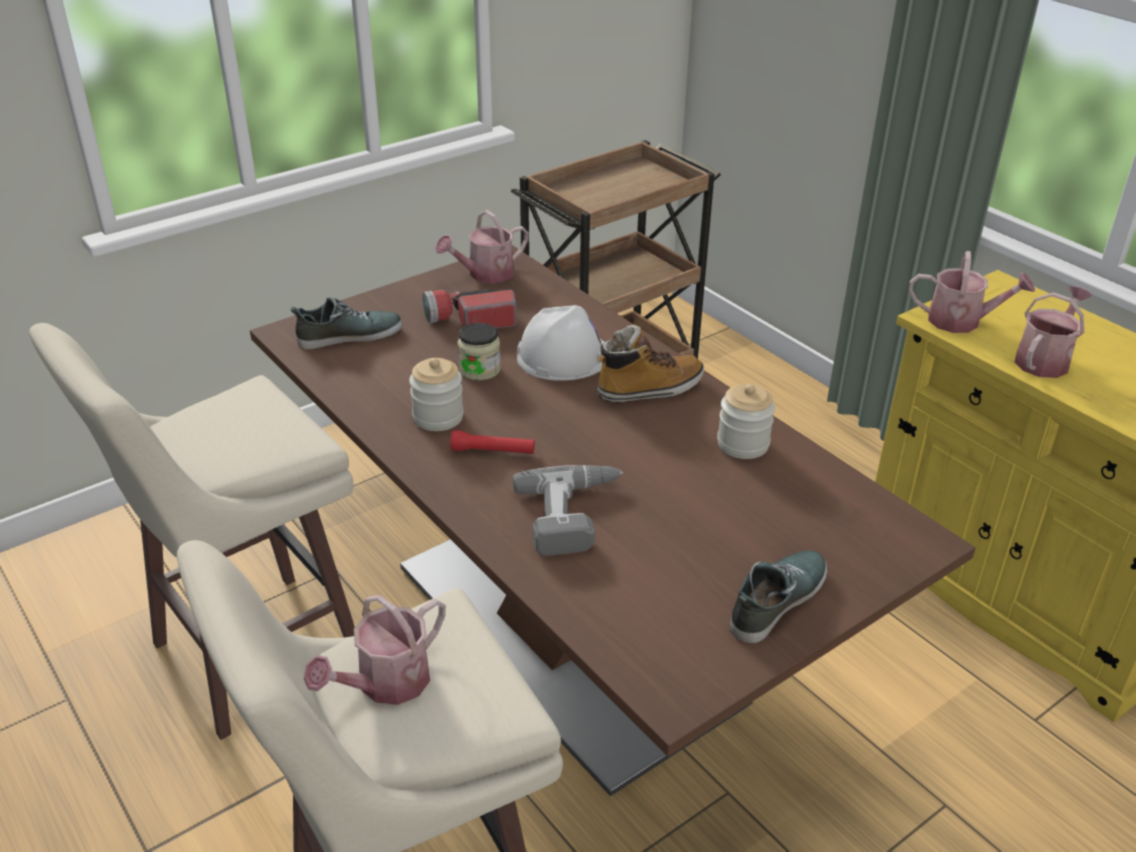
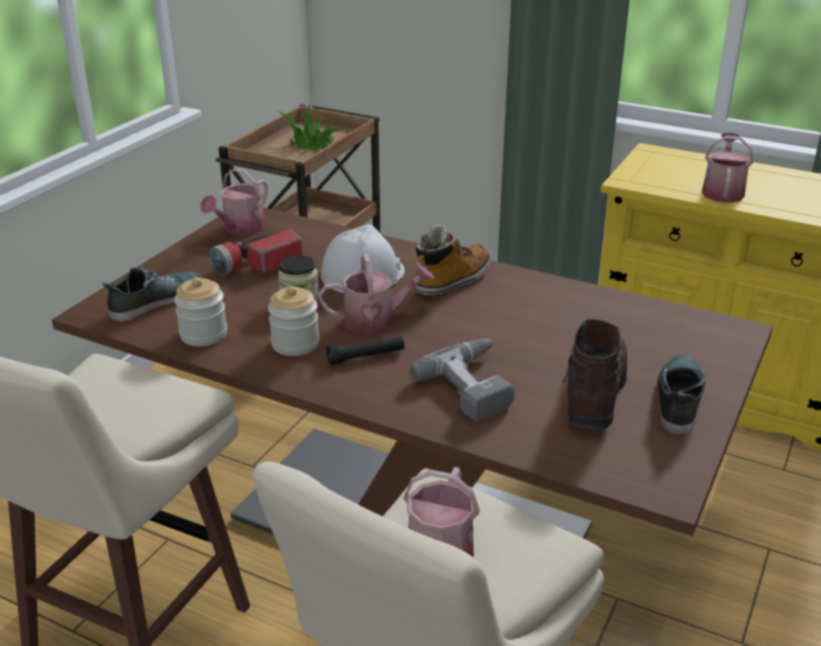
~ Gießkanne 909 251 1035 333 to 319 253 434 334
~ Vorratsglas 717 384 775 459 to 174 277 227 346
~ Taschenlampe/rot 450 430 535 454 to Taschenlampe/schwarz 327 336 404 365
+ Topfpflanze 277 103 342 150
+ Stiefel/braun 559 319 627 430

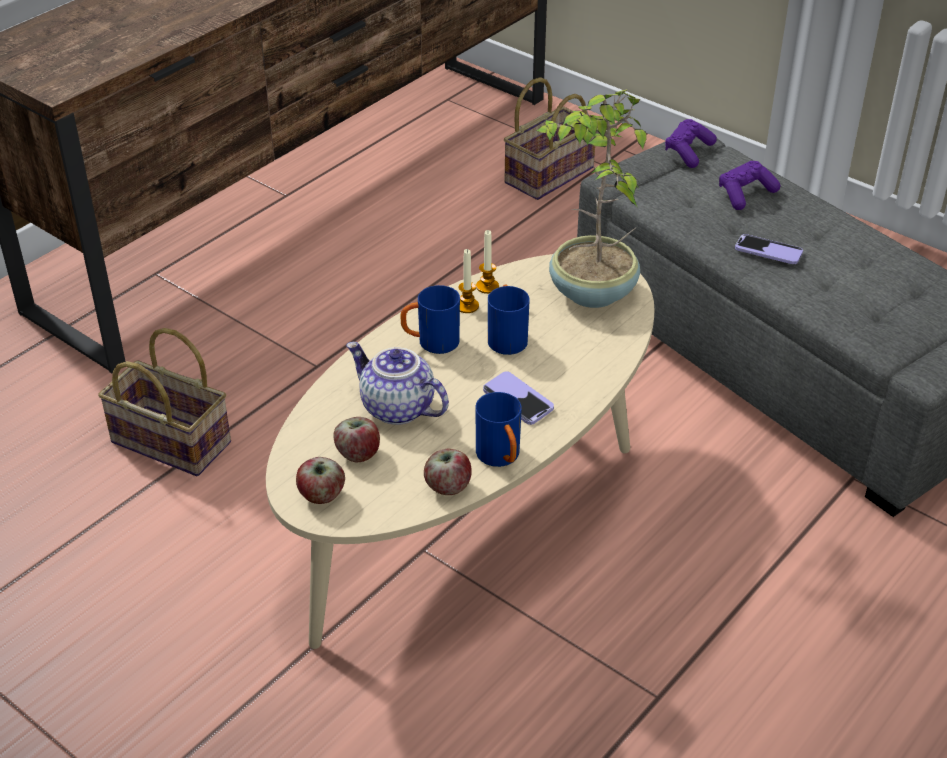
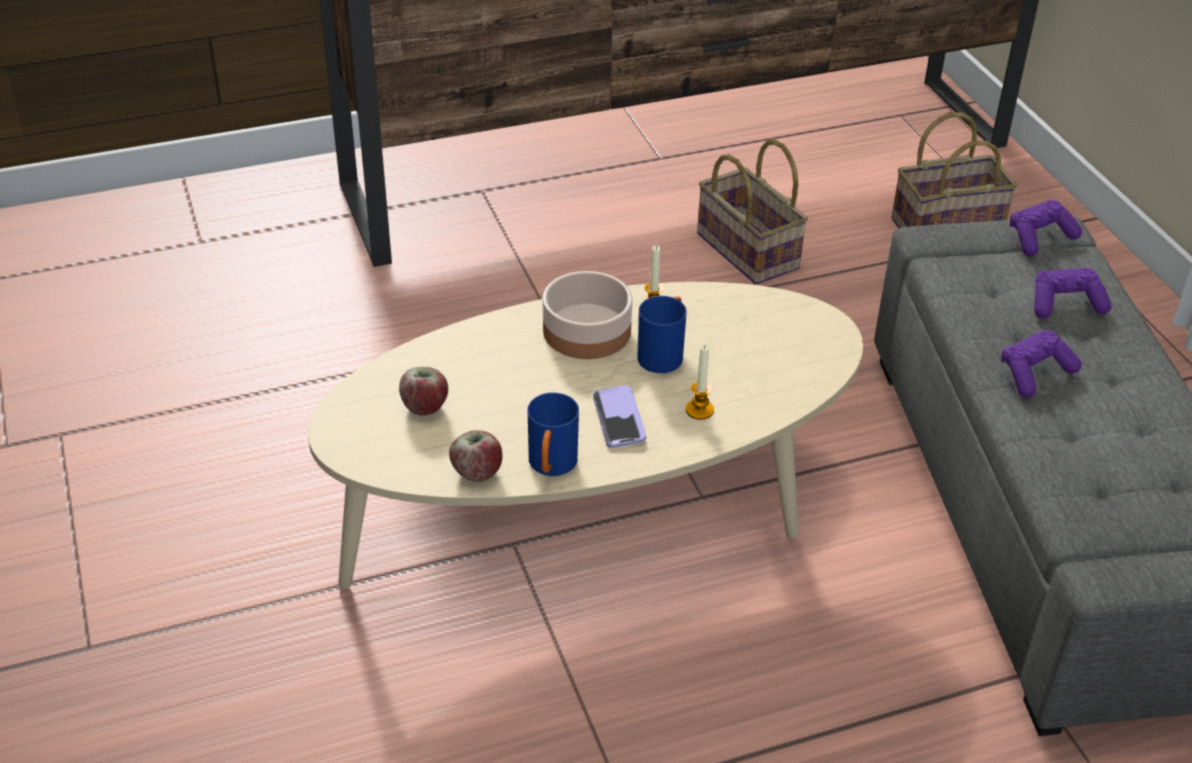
- Topfpflanze 536 89 647 308
~ Kerze 476 230 499 294 to 686 344 714 420
~ Handy 735 234 803 264 to Gamepad/lila 1001 330 1081 398
~ Henkelbecher/blau 401 285 460 354 to Schüssel 543 271 633 359
~ Korb 98 328 231 476 to 697 139 808 285
- Teekanne 346 342 449 425
- Apfel 296 457 345 504

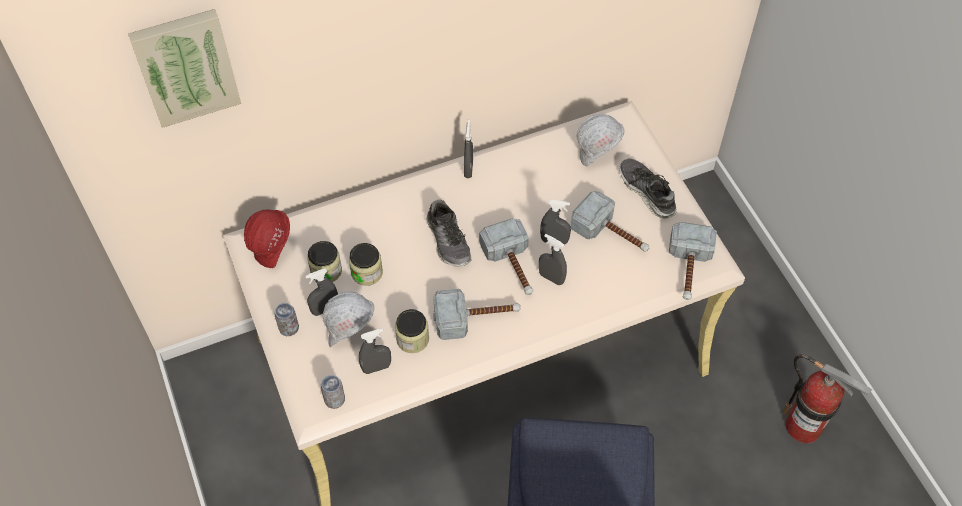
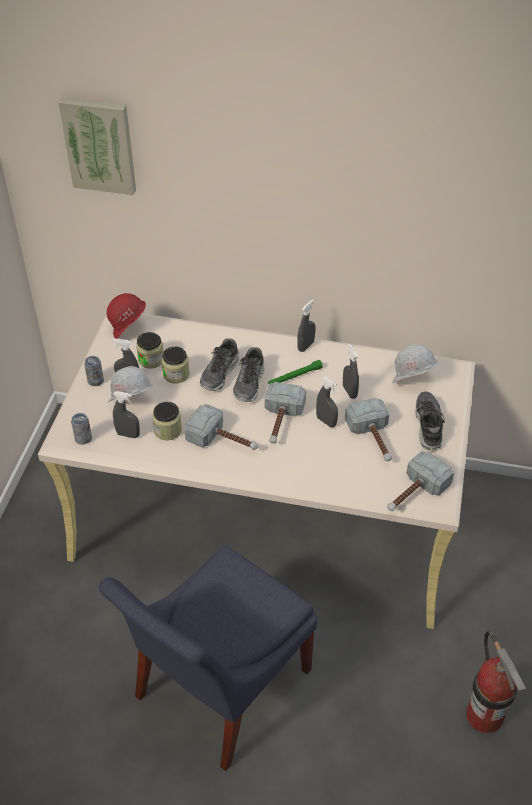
~ Sprühflasche/grau 539 234 567 285 to 343 343 359 399
+ Schuh 200 338 239 391
+ Taschenlampe/grün 268 360 323 384

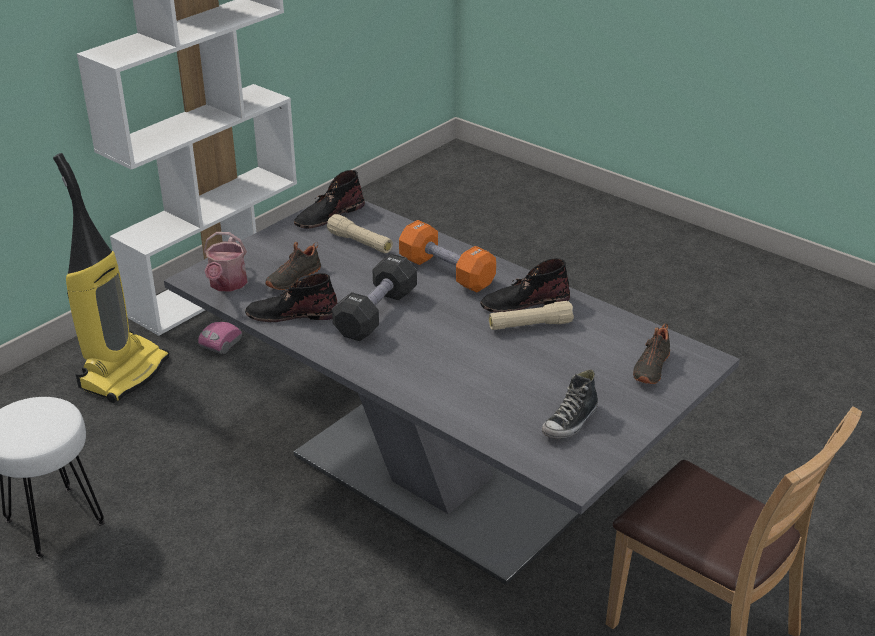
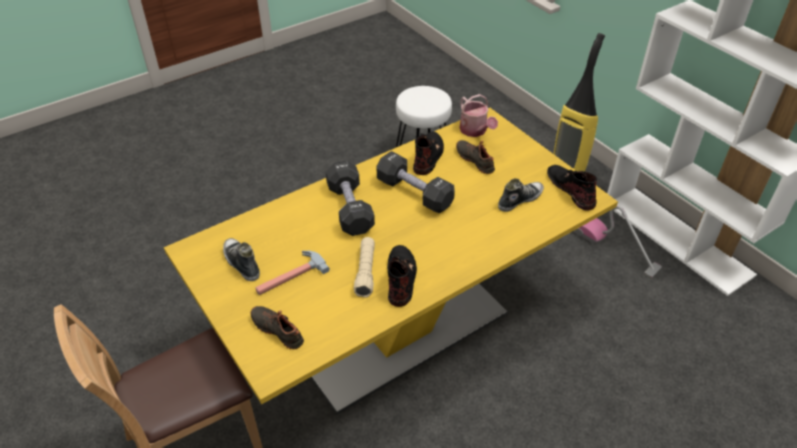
~ Esstisch/grau 164 200 740 585 to Esstisch/gelb 164 108 618 414
~ Taschenlampe/beige 327 214 393 253 to Schuh 498 178 544 212
- Hantel/orange 399 220 496 293
~ Gießkanne 203 232 248 292 = 460 94 498 137 135 degrees counterclockwise
+ Hantel/schwarz 326 161 375 236
+ Hammer 256 251 330 295

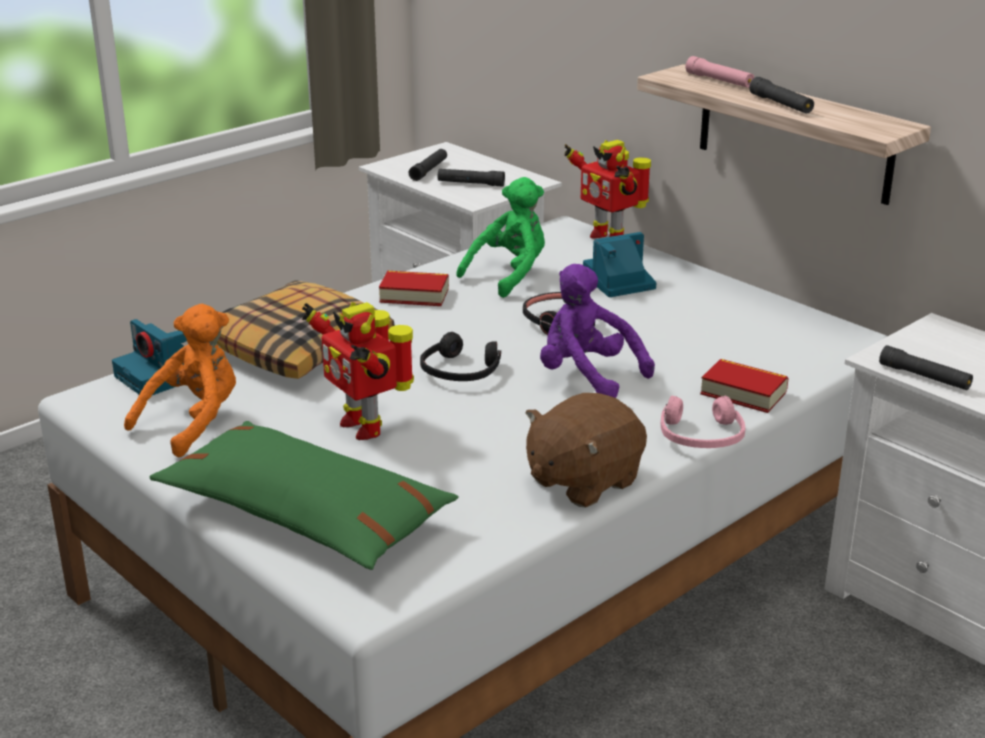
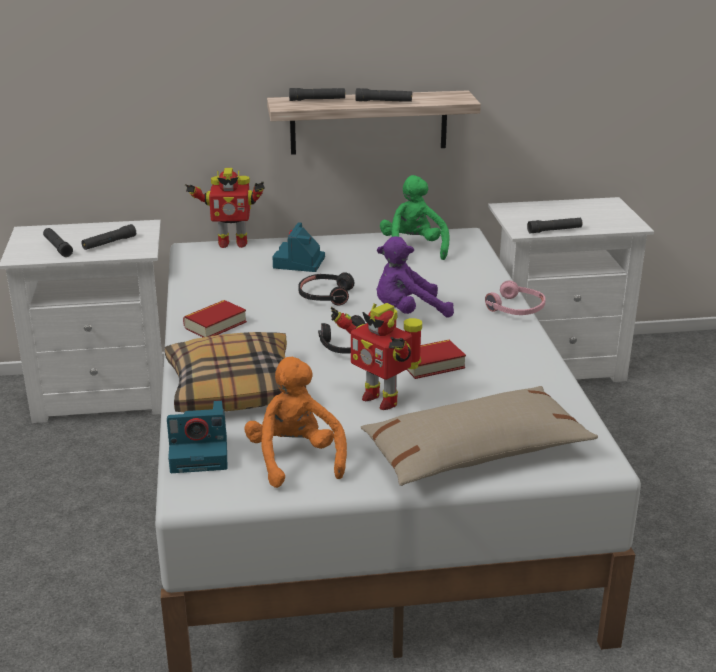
~ Taschenlampe/rosa 686 56 754 88 to Taschenlampe/schwarz 289 88 345 101
~ Plüschtier/grün 456 177 545 298 to 380 175 450 260
~ Spielzeugroboter 302 302 414 440 = 331 303 422 410 45 degrees clockwise
~ Buch 700 359 788 413 to 406 340 466 379
- Plüschtier/braun 526 393 647 507
~ Kissen/grün 150 421 459 570 to Kissen/beige 361 386 598 486

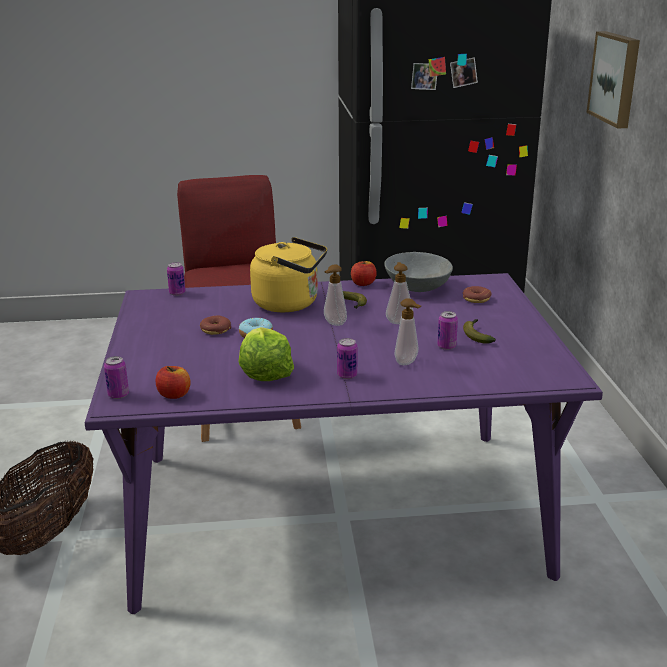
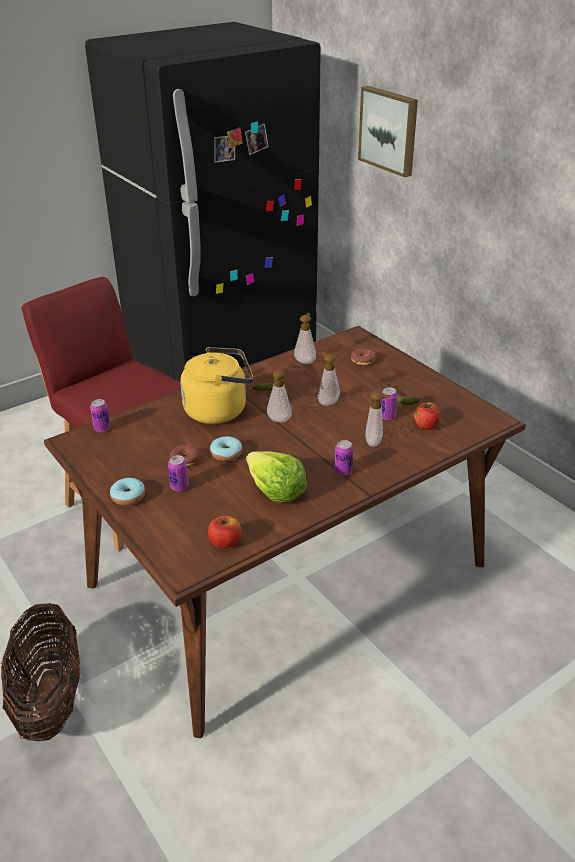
~ Schüssel/grau 384 252 453 292 to Seifenspender 294 313 316 364
~ Apfel 351 261 377 286 to 414 402 440 430
~ Esstisch/lila 85 273 603 614 to Esstisch/braun 44 326 526 738
~ Dose 104 356 129 399 to 168 455 189 491
+ Donut 110 478 145 506

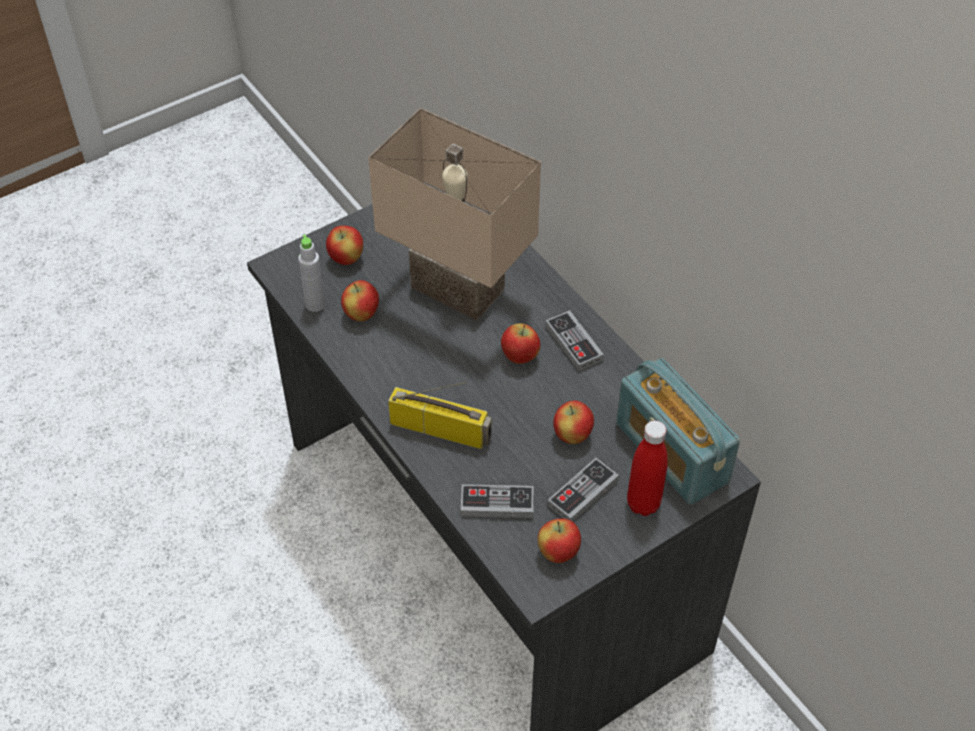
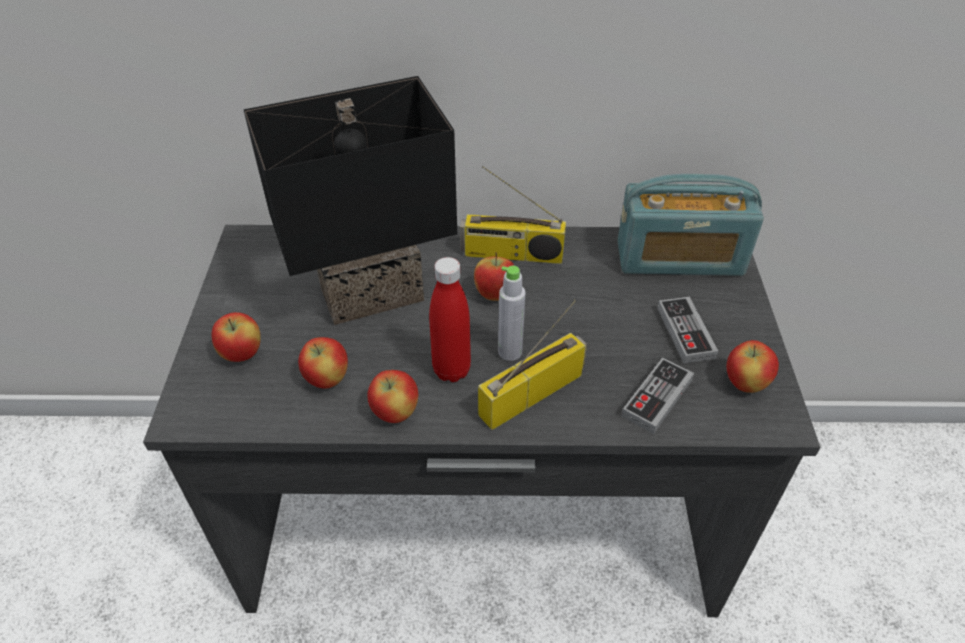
~ Tischlampe/beige 368 108 541 321 to Tischlampe/schwarz 244 76 457 325
~ Flasche/grau 298 234 325 312 to 498 266 526 361
~ Gamepad 545 310 604 371 to Radio 460 166 566 264
~ Apfel 553 400 594 444 to 367 370 418 423
~ Flasche/rot 627 421 668 516 to 429 257 471 382

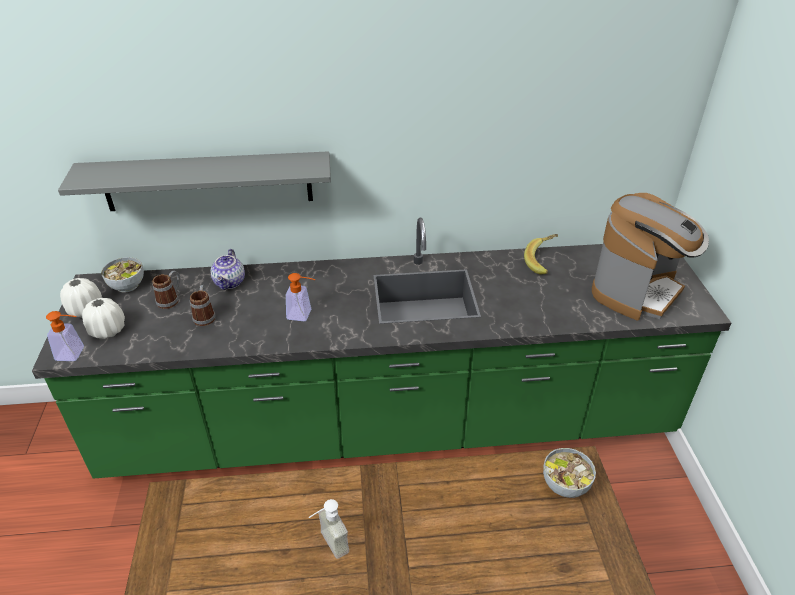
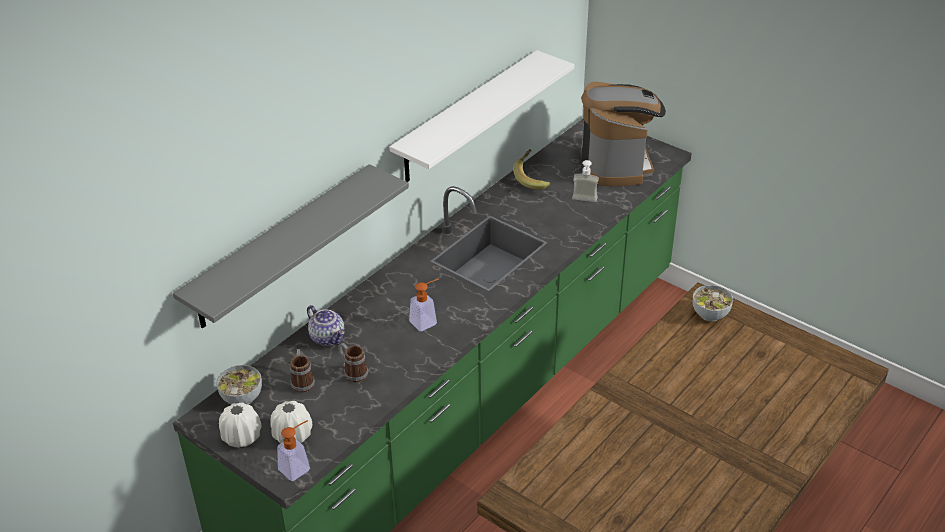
~ Seifenspender 309 499 349 559 to 572 160 599 202
+ Wandregal/weiß 390 50 574 182

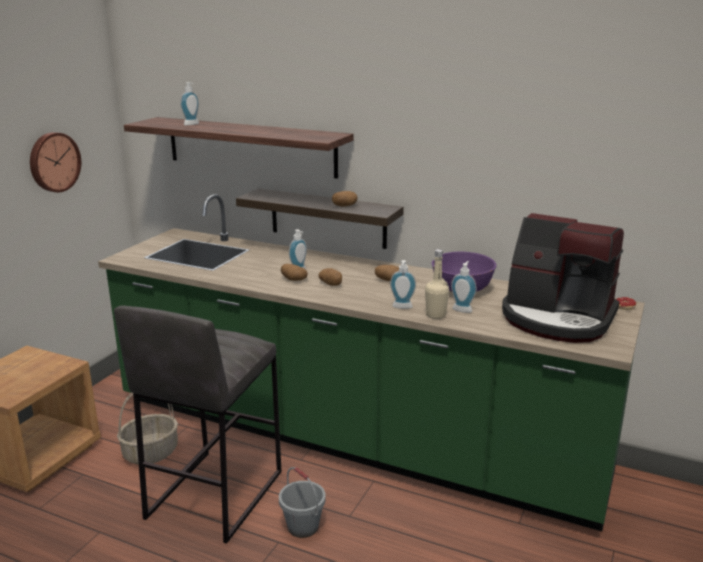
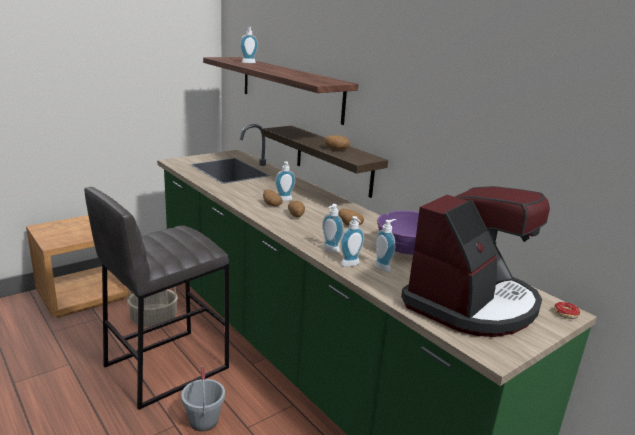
- Wanduhr 30 132 81 192
~ Kaffeemaschine 502 213 624 343 = 401 186 550 337 105 degrees counterclockwise
~ Flasche/beige 425 249 449 319 to Seifenspender 340 216 364 267

